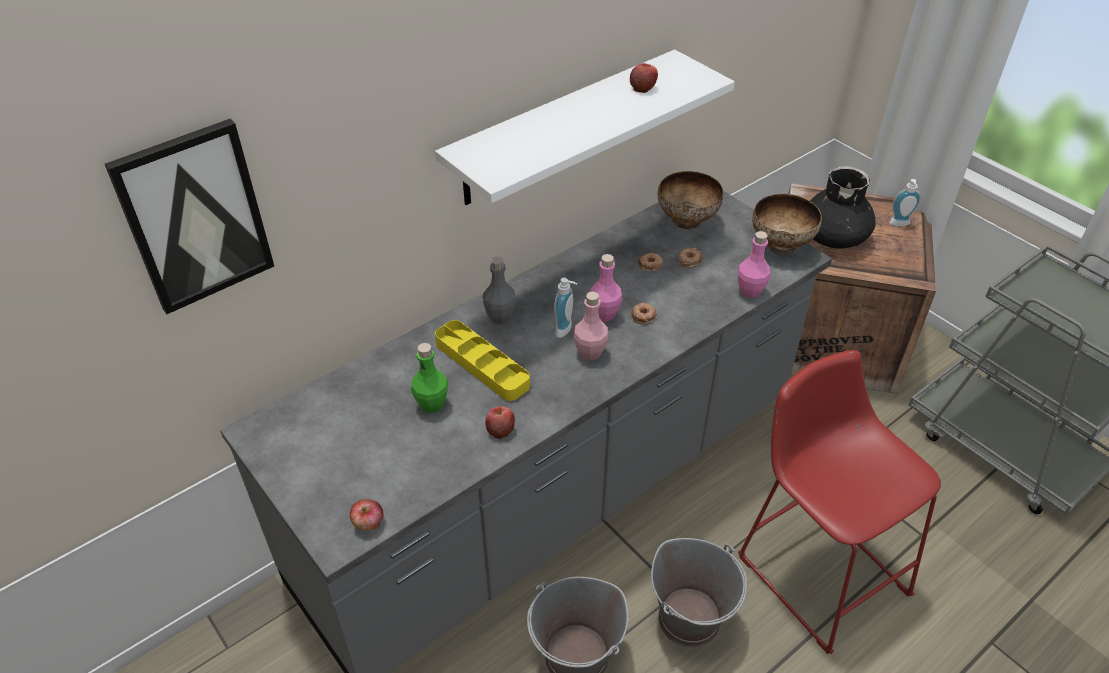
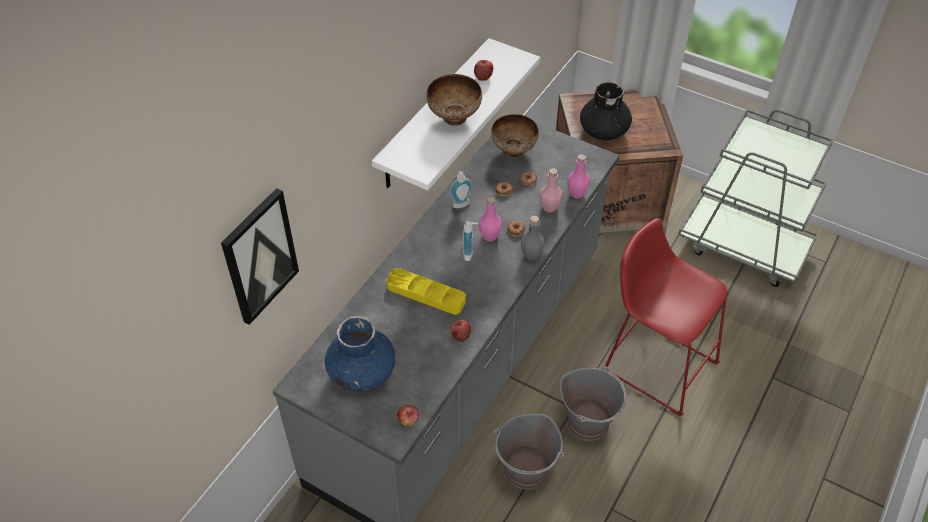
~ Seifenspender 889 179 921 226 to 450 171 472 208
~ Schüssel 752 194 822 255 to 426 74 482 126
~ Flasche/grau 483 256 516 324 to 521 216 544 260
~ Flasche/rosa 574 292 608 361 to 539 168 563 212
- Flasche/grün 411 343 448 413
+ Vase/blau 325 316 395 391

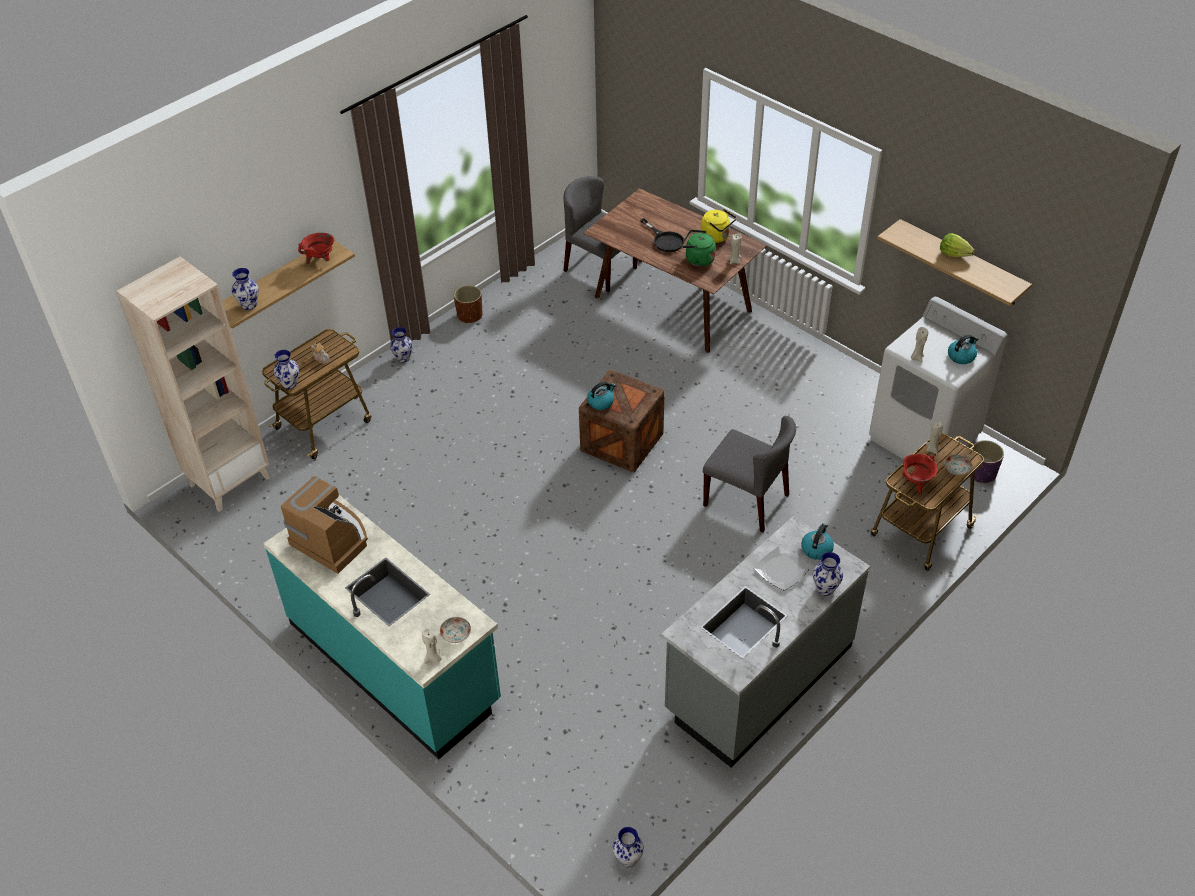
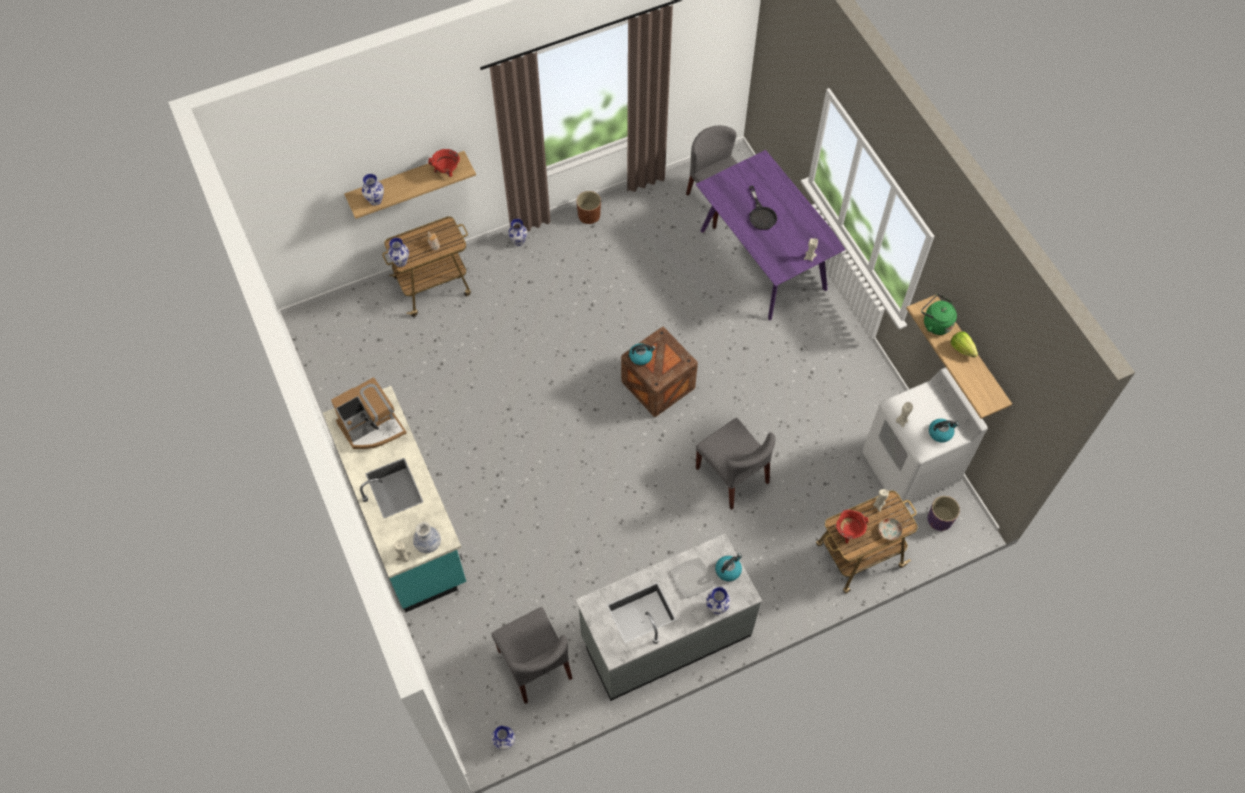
~ Esstisch/braun 583 188 767 353 to Esstisch/lila 696 150 845 320
- Wasserkessel/gelb 701 209 736 243
~ Wasserkessel/grün 681 230 716 267 to 921 294 957 335
- Bücherregal/beige 116 256 270 512
~ Kaffeemaschine 281 476 368 574 = 331 377 407 449 90 degrees clockwise
~ Teller 440 617 471 643 to Vase 413 522 441 553
+ Stuhl/grau 491 607 573 704

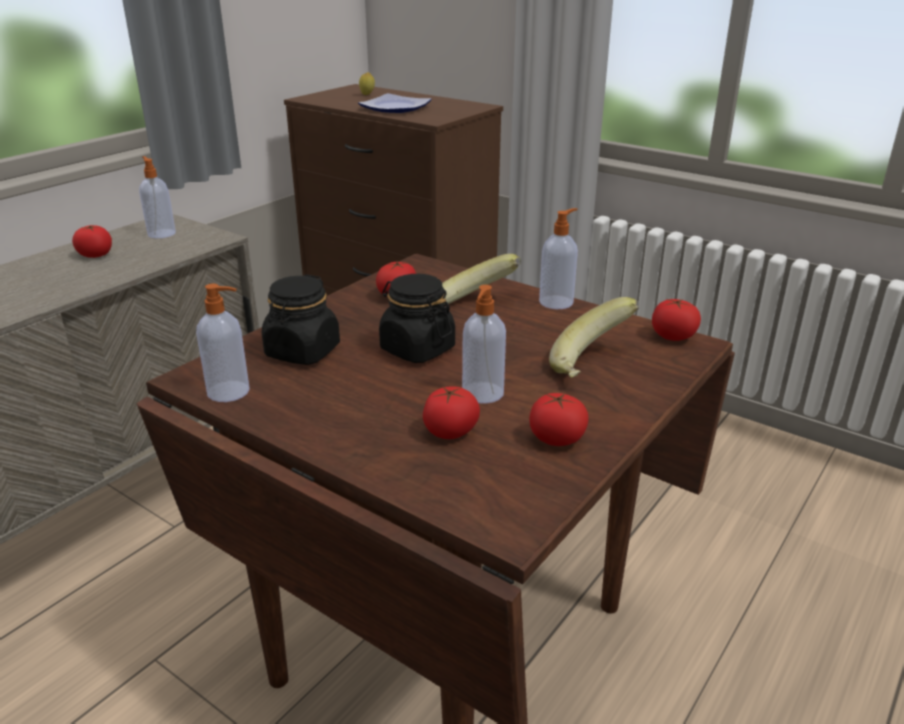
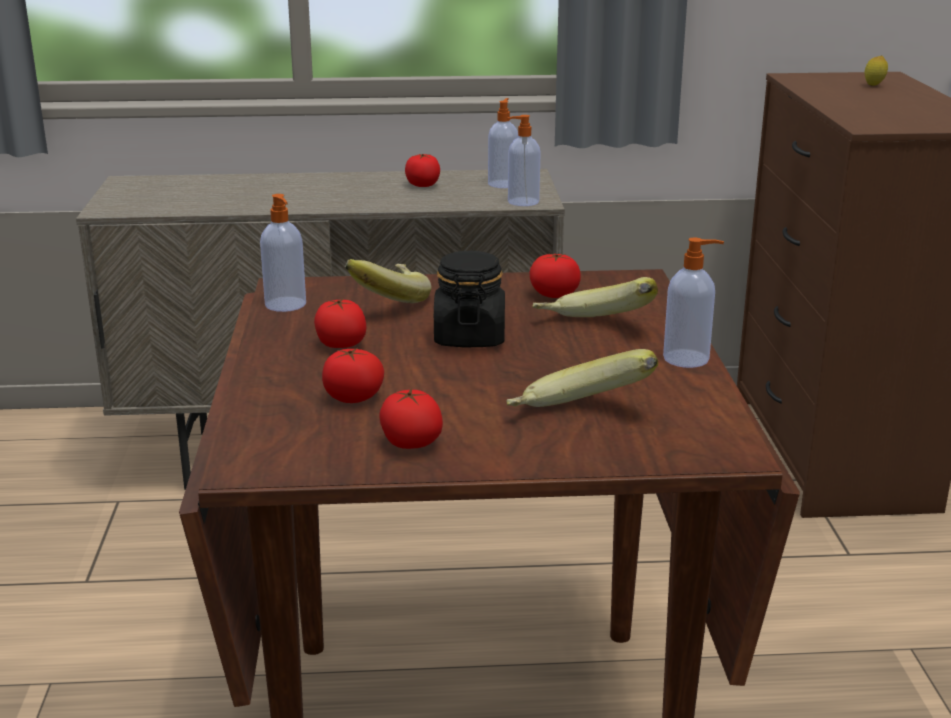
- Teller 358 93 432 113
~ Vorratsglas/schwarz 262 274 340 365 to Banane 345 259 432 303
~ Seifenspender 462 285 506 404 to 507 115 541 206
~ Tomate 652 299 701 341 to 314 298 367 348

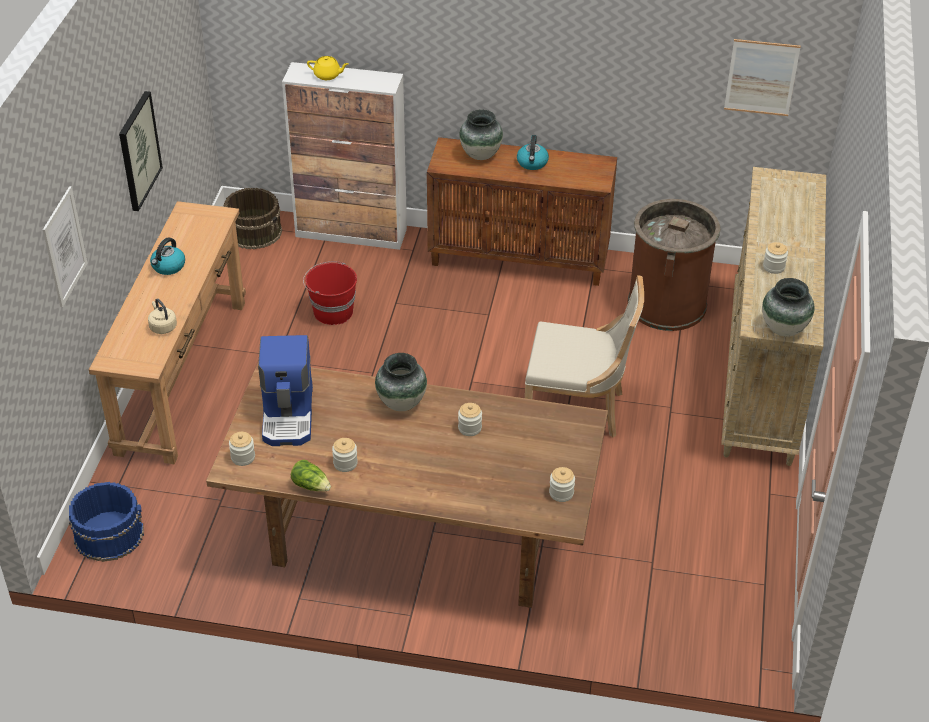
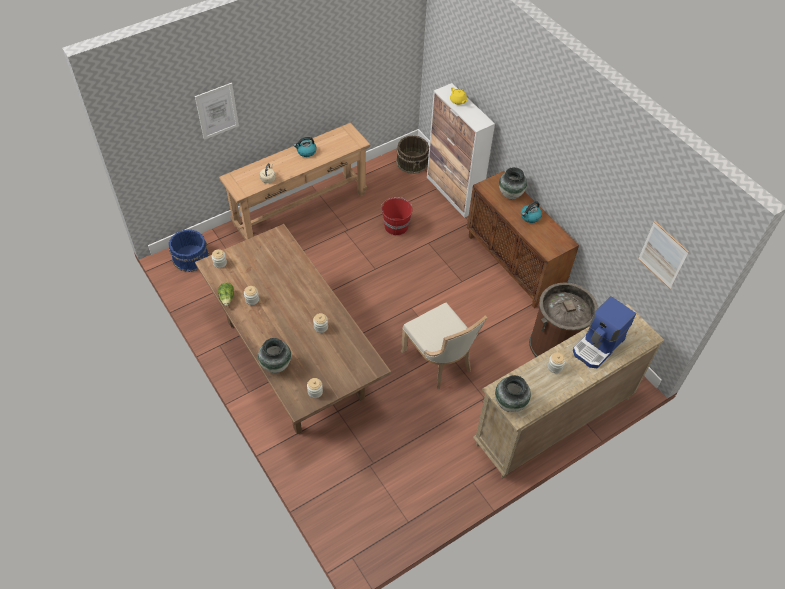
- Bild 119 91 163 211
~ Kaffeemaschine 258 335 313 446 to 573 296 636 368
~ Vase 375 353 427 411 to 258 338 291 373

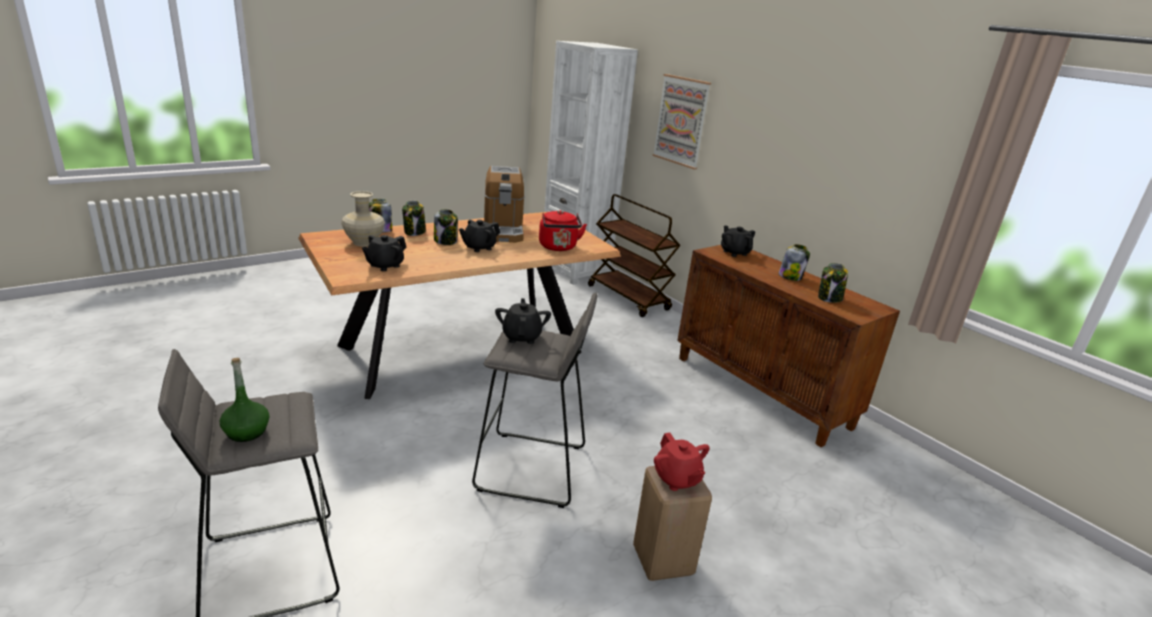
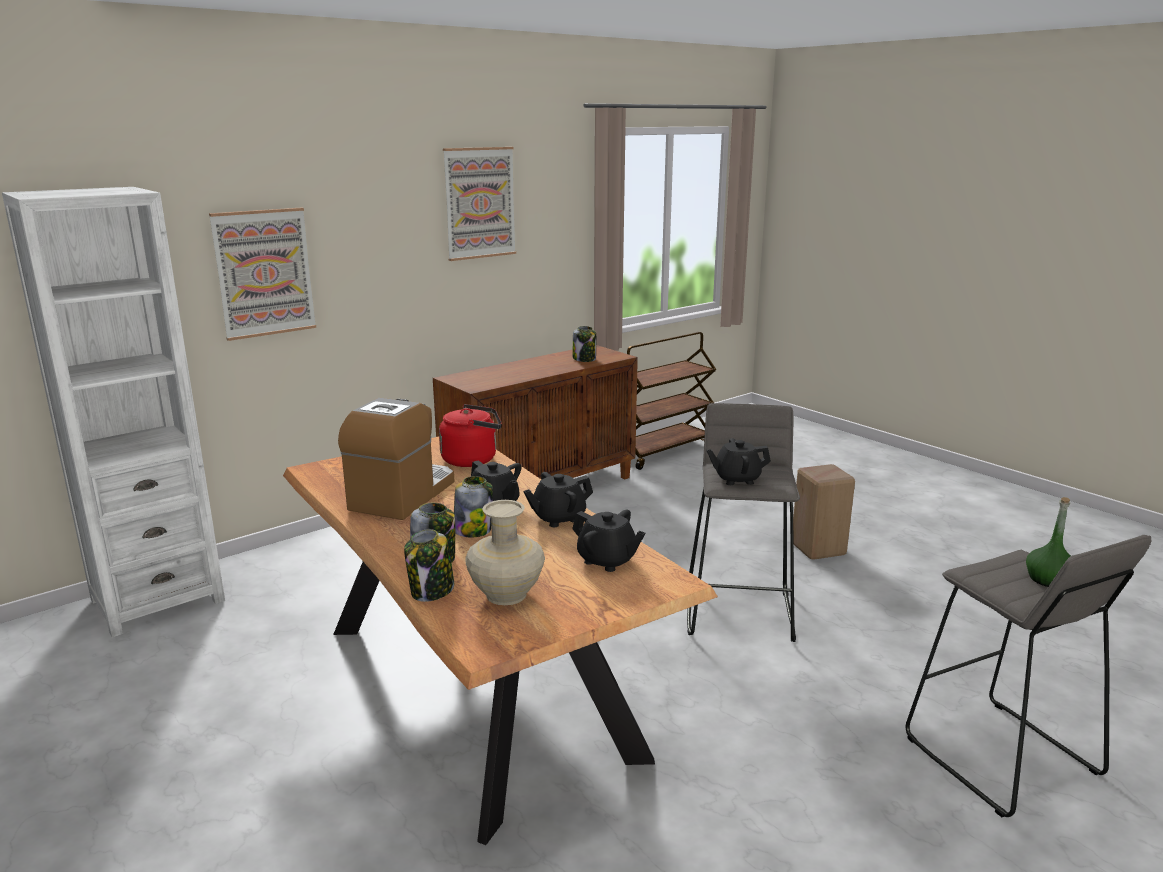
~ Kaffeemaschine 484 166 524 243 = 338 398 455 520 60 degrees counterclockwise
~ Rollwagen/braun 588 194 681 317 to 627 332 716 470
~ Teekanne/schwarz 721 226 755 257 to 524 472 593 527
- Vorratsglas 778 244 810 281
- Teekanne/rot 654 432 710 491
+ Bild 443 147 516 261

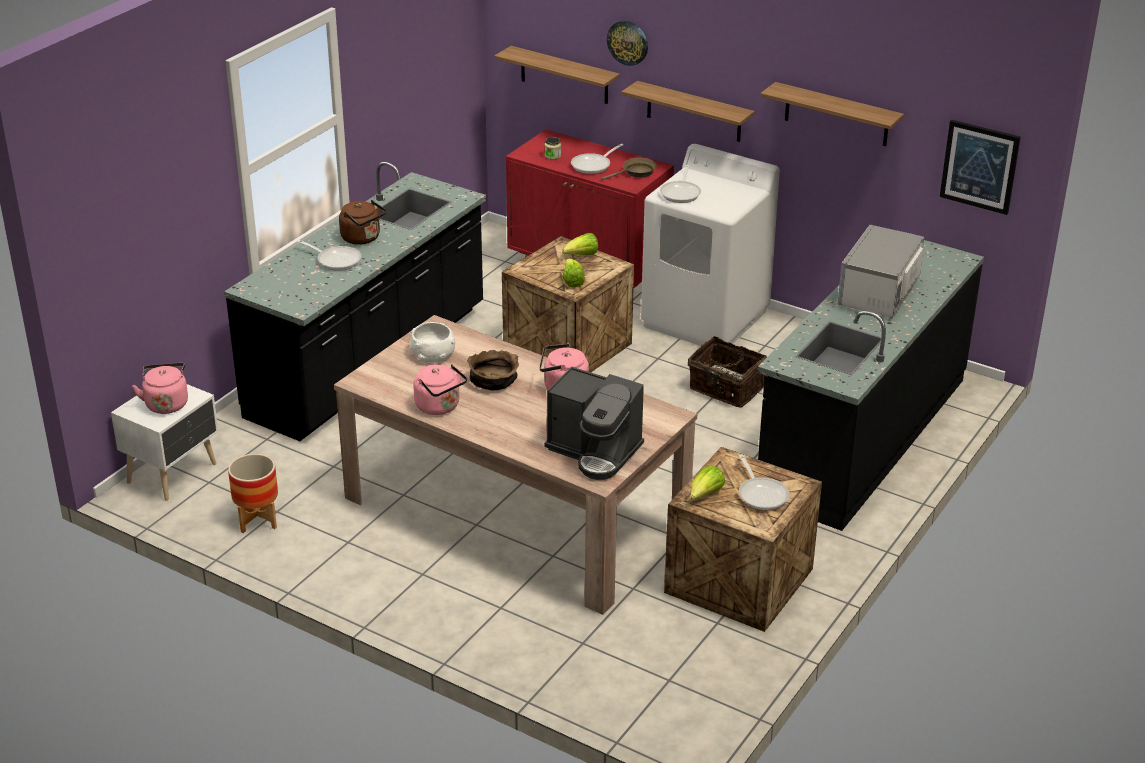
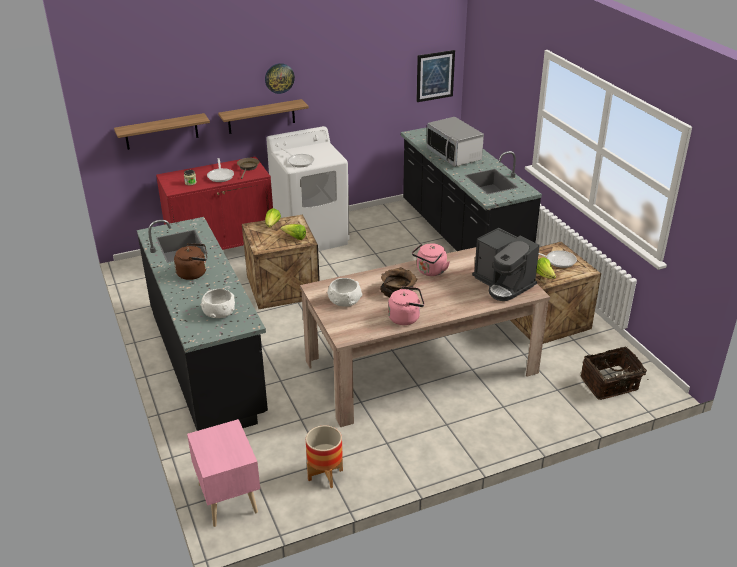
~ Wanduhr 607 21 648 66 to 265 63 295 94
- Wandregal 760 82 904 146
- Pfanne 296 240 361 270
~ Korb 688 336 767 408 to 581 346 649 400
- Wasserkessel/rosa 132 363 188 414
~ Kaffeemaschine 544 367 644 480 = 472 228 539 301 75 degrees clockwise
~ Nachttisch/weiß 111 384 219 500 to Nachttisch/rosa 187 419 260 527
+ Schüssel/weiß 201 289 235 318

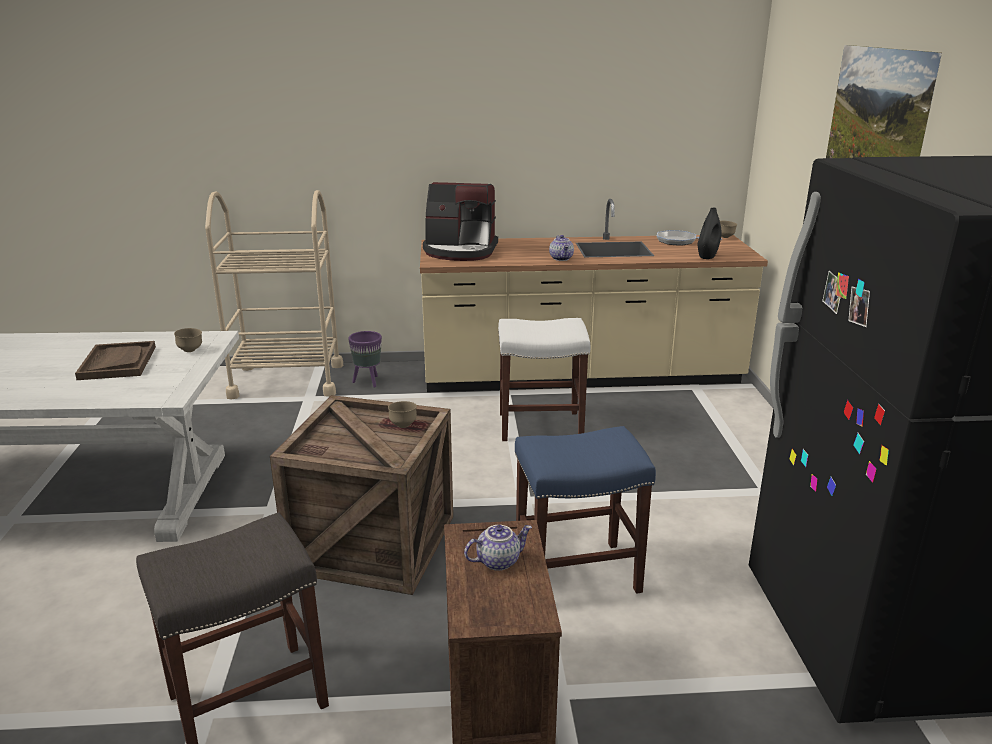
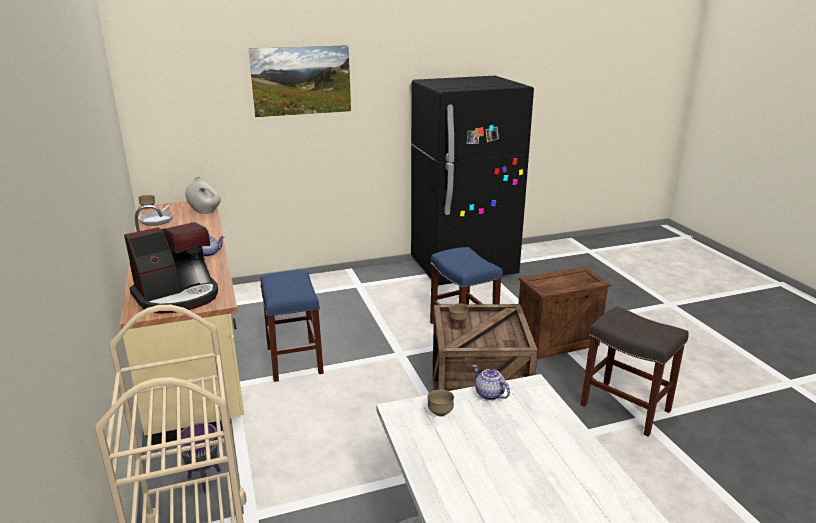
~ Kaffeemaschine 423 182 498 261 = 124 222 218 314 60 degrees clockwise
~ Vase/schwarz 698 208 722 259 to Vase/weiß 186 177 221 214
~ Hocker/weiß 498 318 590 441 to Hocker/blau 260 271 324 382
- Tablett/braun 75 341 156 380
~ Teekanne 464 525 532 571 to 473 365 510 400

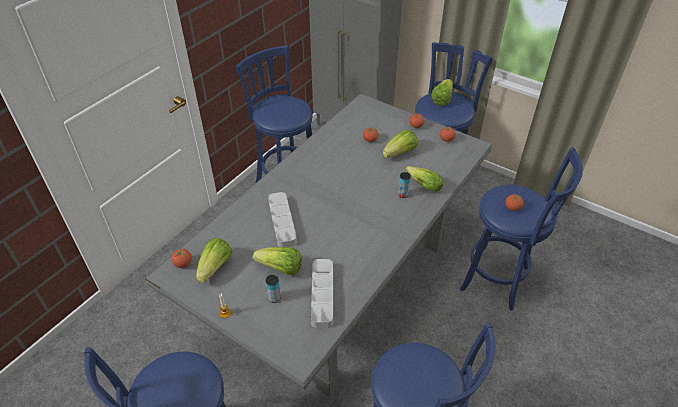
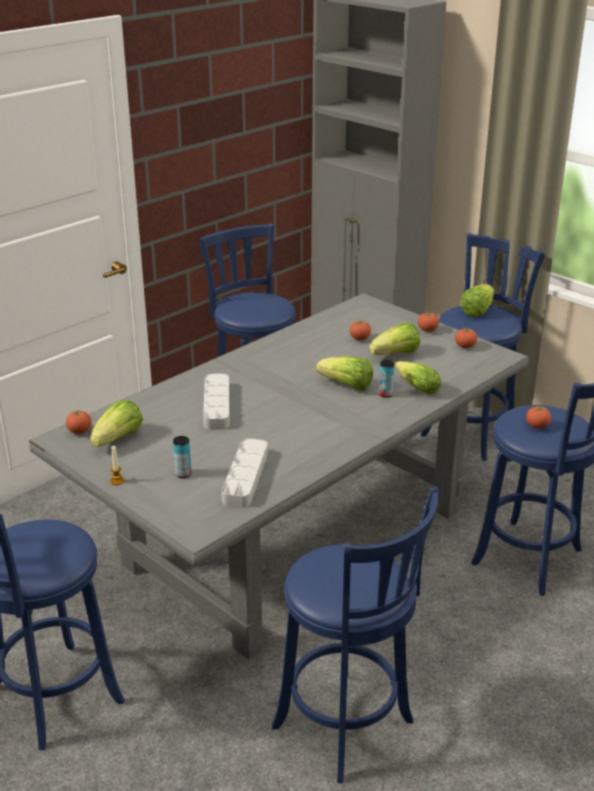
~ Salatkopf 253 247 302 275 to 316 356 373 391

